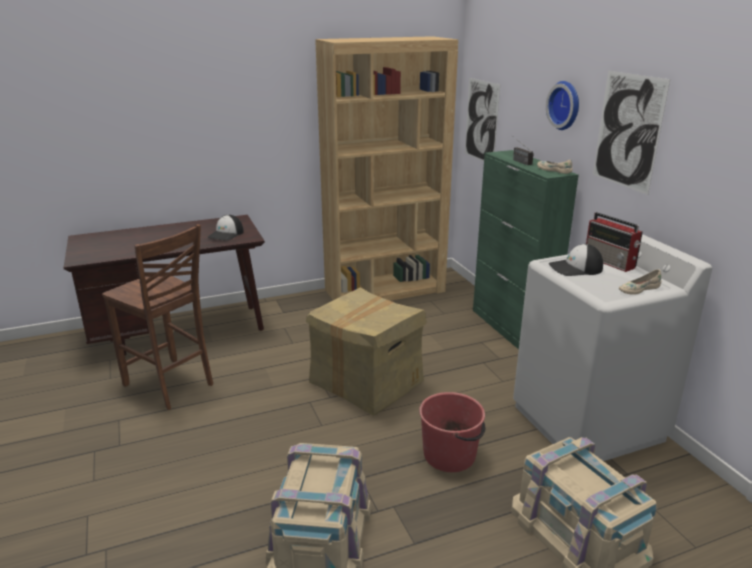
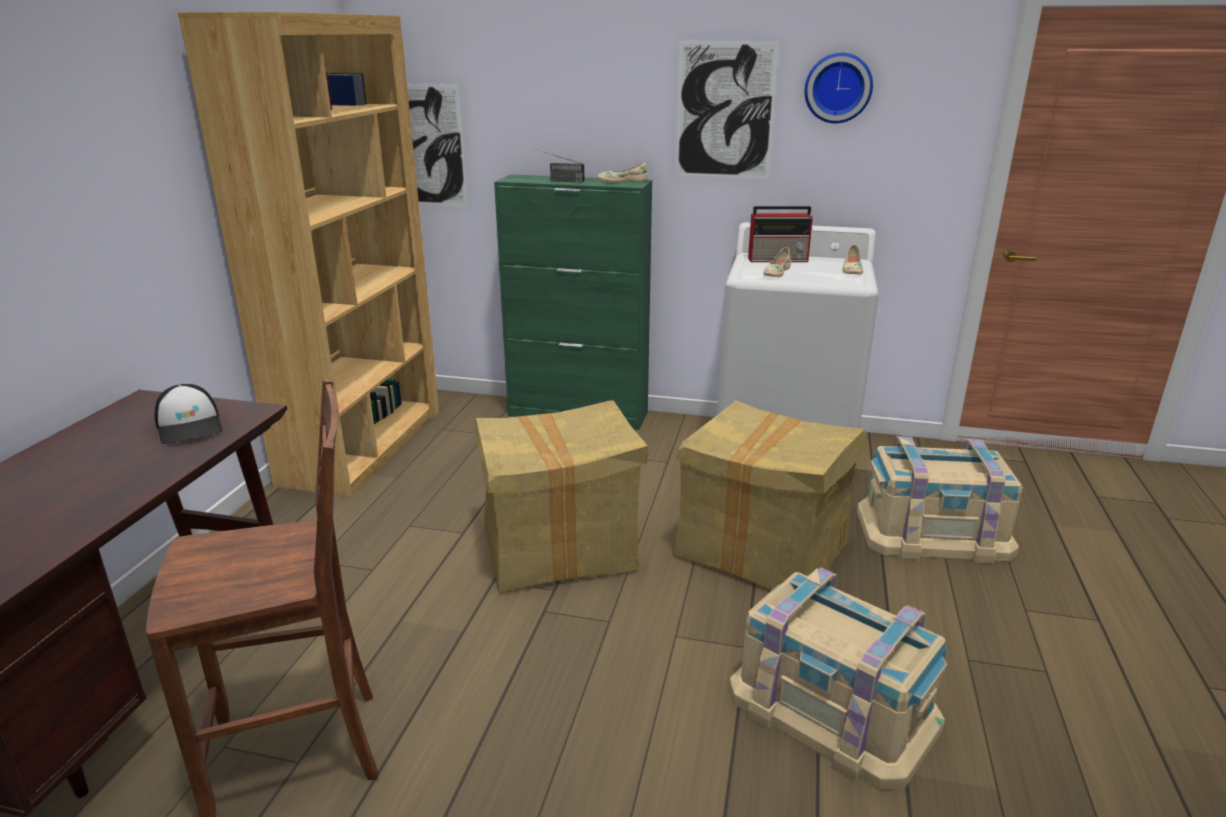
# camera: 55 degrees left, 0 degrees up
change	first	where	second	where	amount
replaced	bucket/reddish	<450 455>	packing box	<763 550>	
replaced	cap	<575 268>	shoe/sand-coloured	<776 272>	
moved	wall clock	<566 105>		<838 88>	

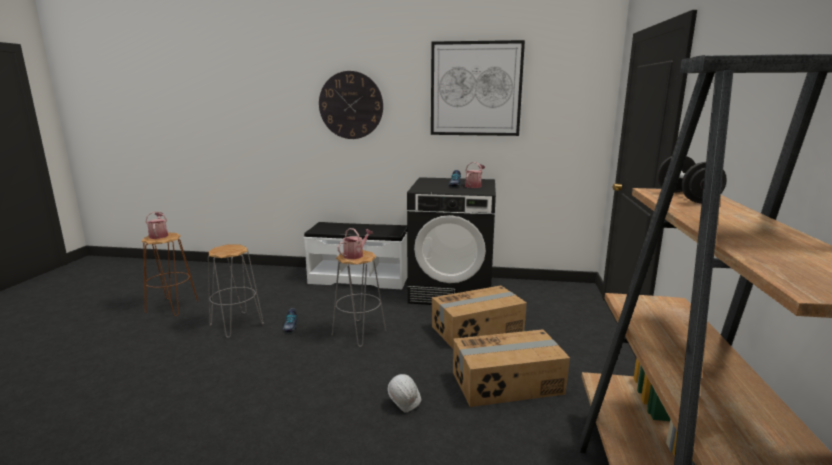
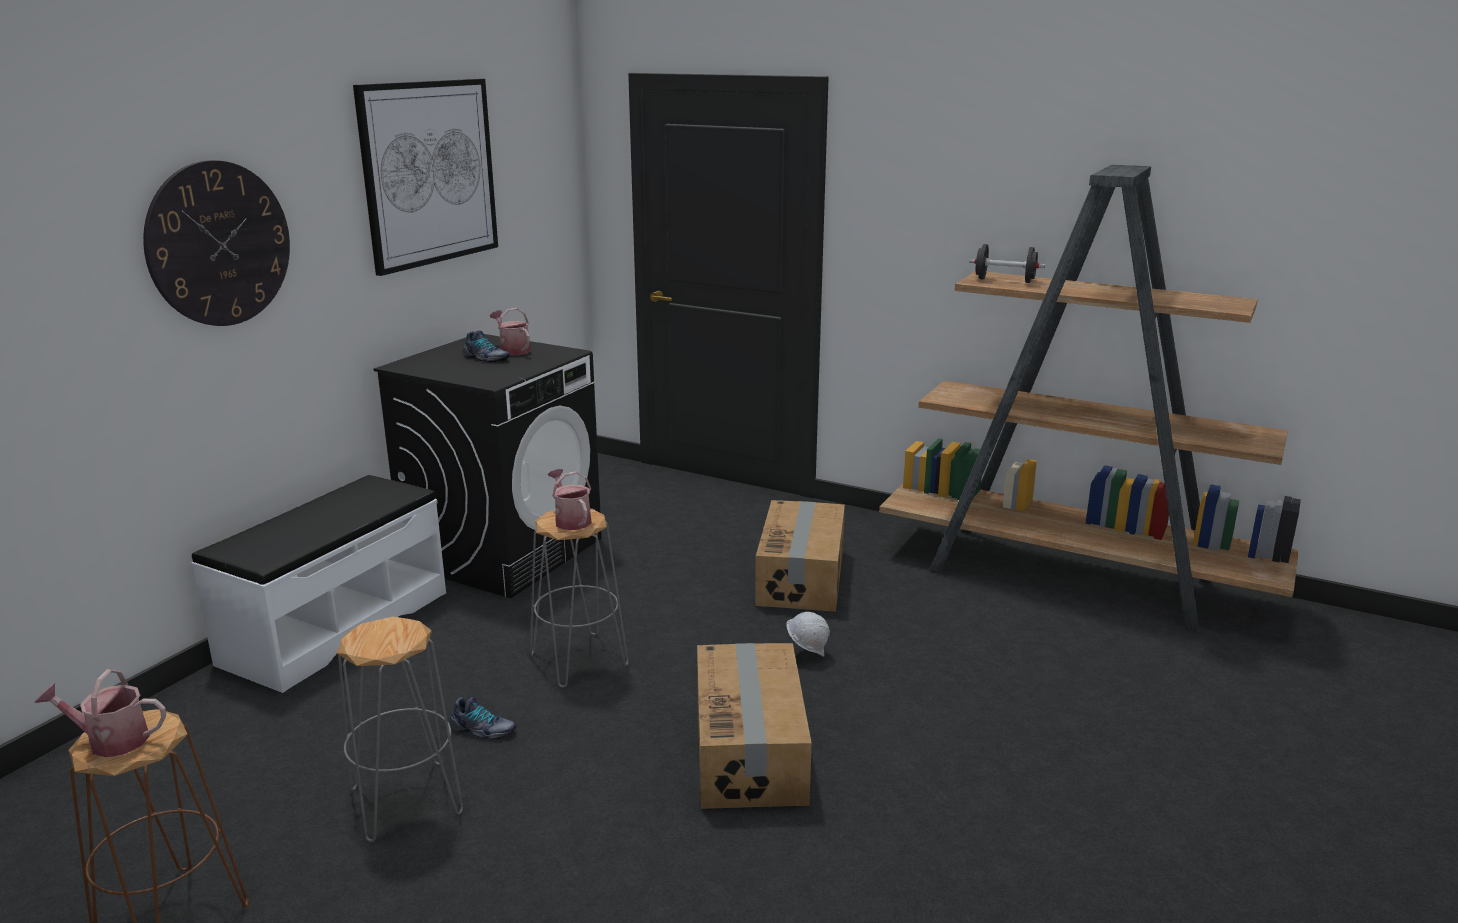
# camera: 70 degrees left, 5 degrees up
change	first	where	second	where	amount
moved	packing box	<478 330>		<751 750>	

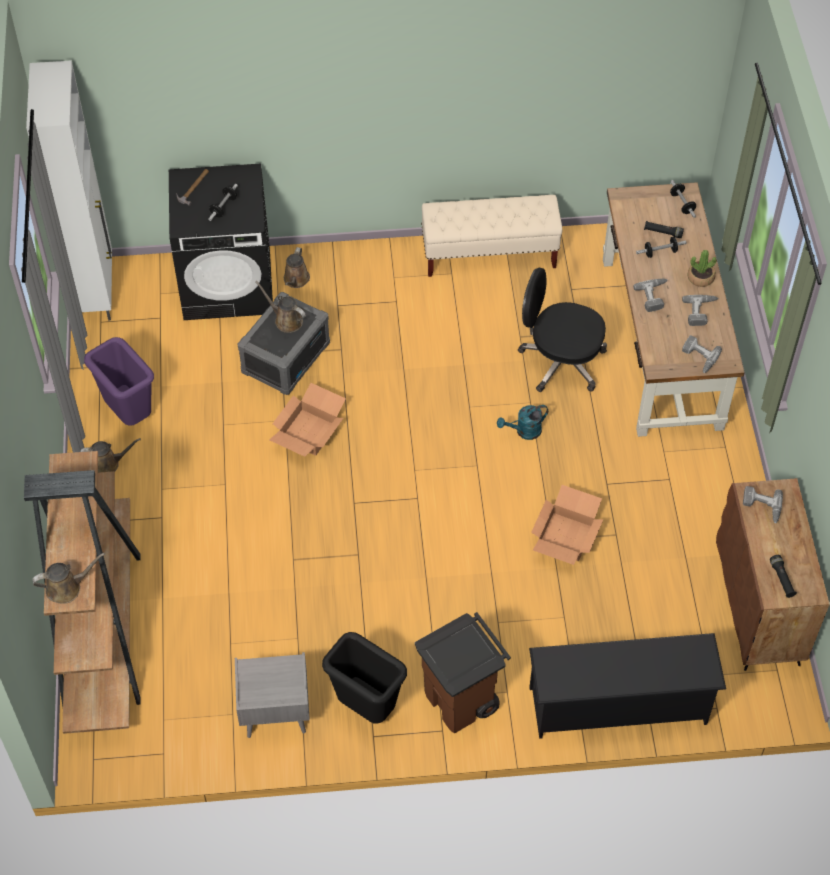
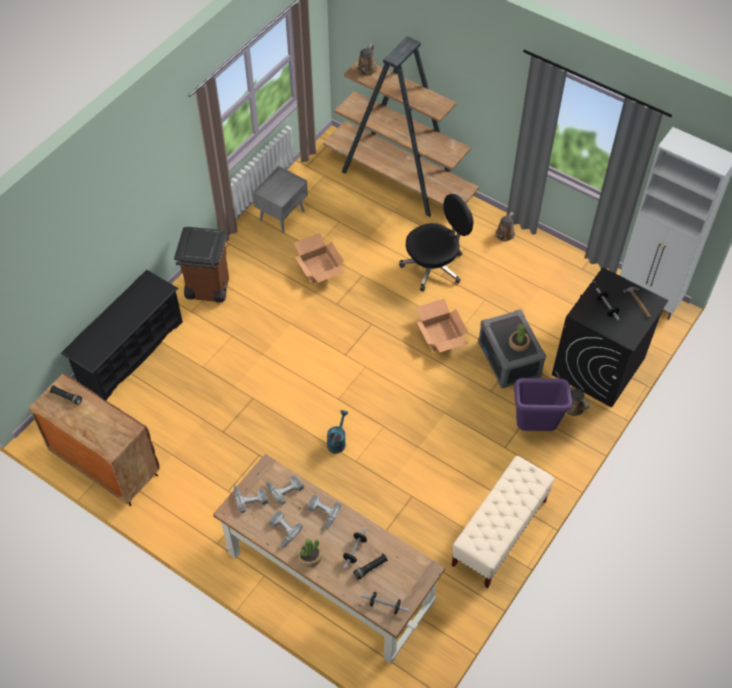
# camera: 130 degrees right, 0 degrees up
change	first	where	second	where	amount
moved	power drill	<761 507>		<284 487>	
moved	packing box	<565 535>		<320 267>	
moved	desk chair/black	<560 361>		<434 266>	
replaced	watering can/brown-coloured	<286 320>	houseplant	<518 343>	
moved	waste bin/purple-coloured	<130 415>		<534 427>	
removed	waste bin/black	<367 708>			

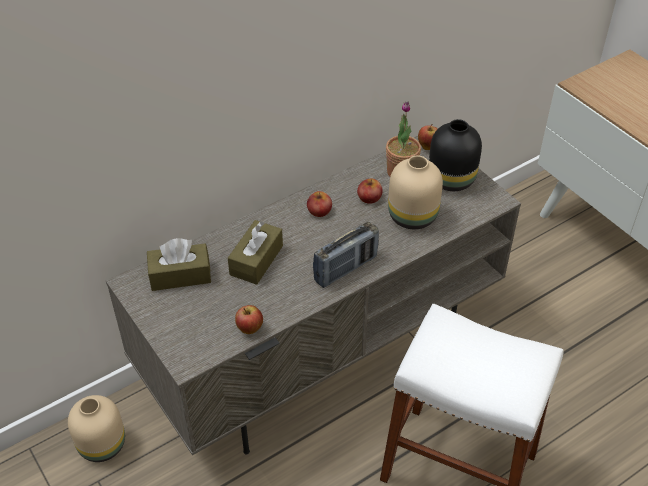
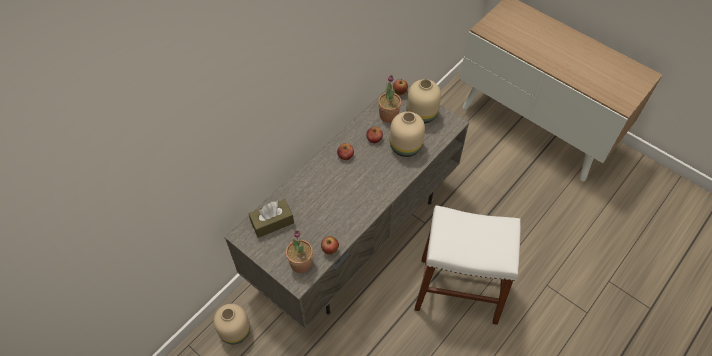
# camera: 15 degrees left, 10 degrees up
change	first	where	second	where	amount
added			houseplant	<301 263>	
recoloured	vase/black	<451 179>	vase/sand-coloured	<421 113>	
removed	tissue box/brown-coloured	<256 260>			
removed	radio	<345 269>			

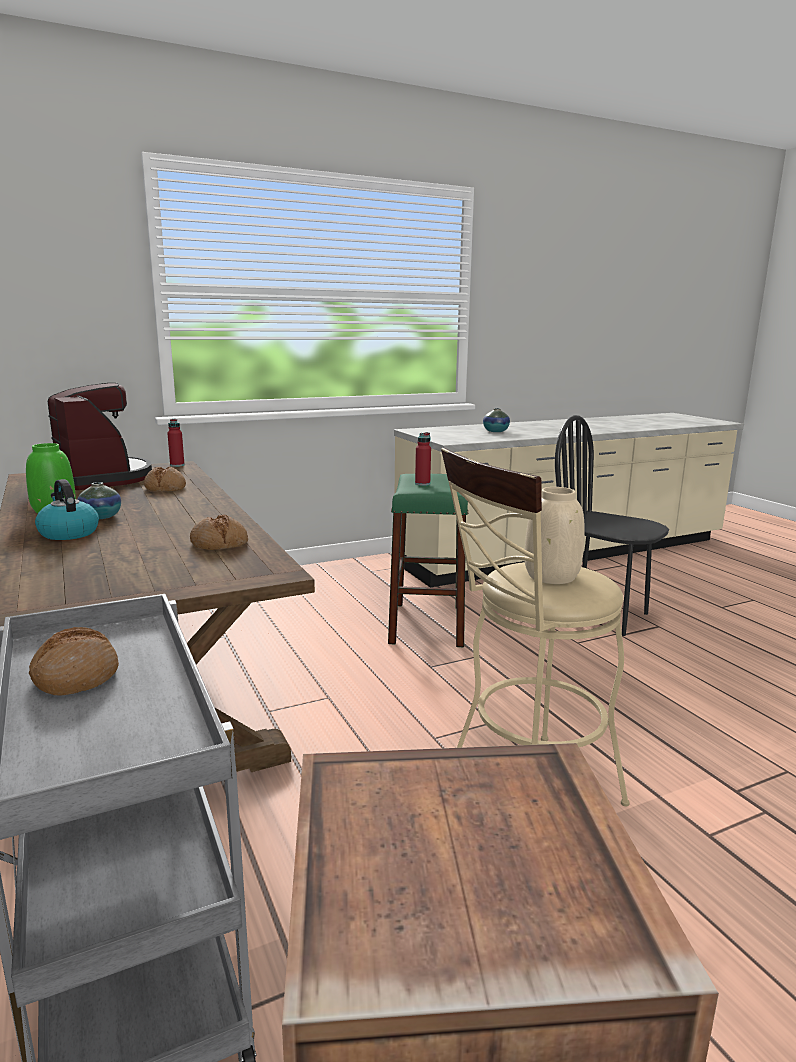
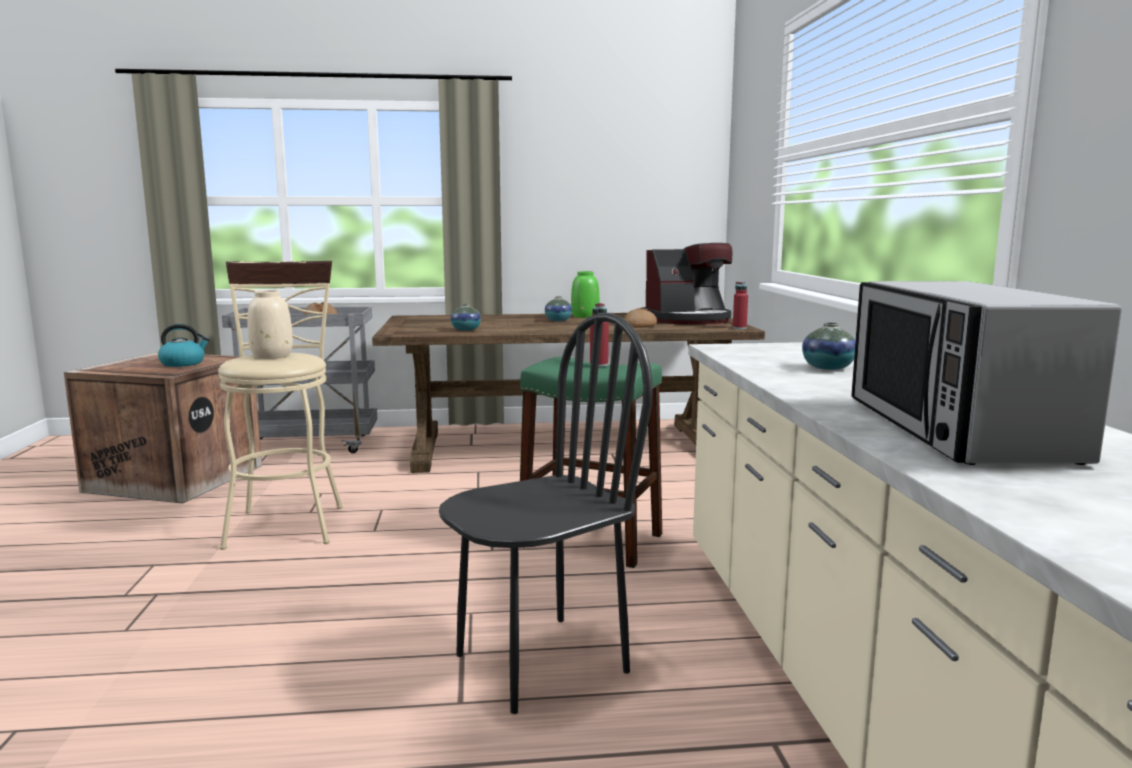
# camera: 110 degrees right, 5 degrees down
change	first	where	second	where	amount
moved	tea kettle	<68 533>		<183 363>	
replaced	baked bread	<219 543>	vase	<466 330>	
added			microwave oven	<954 429>	

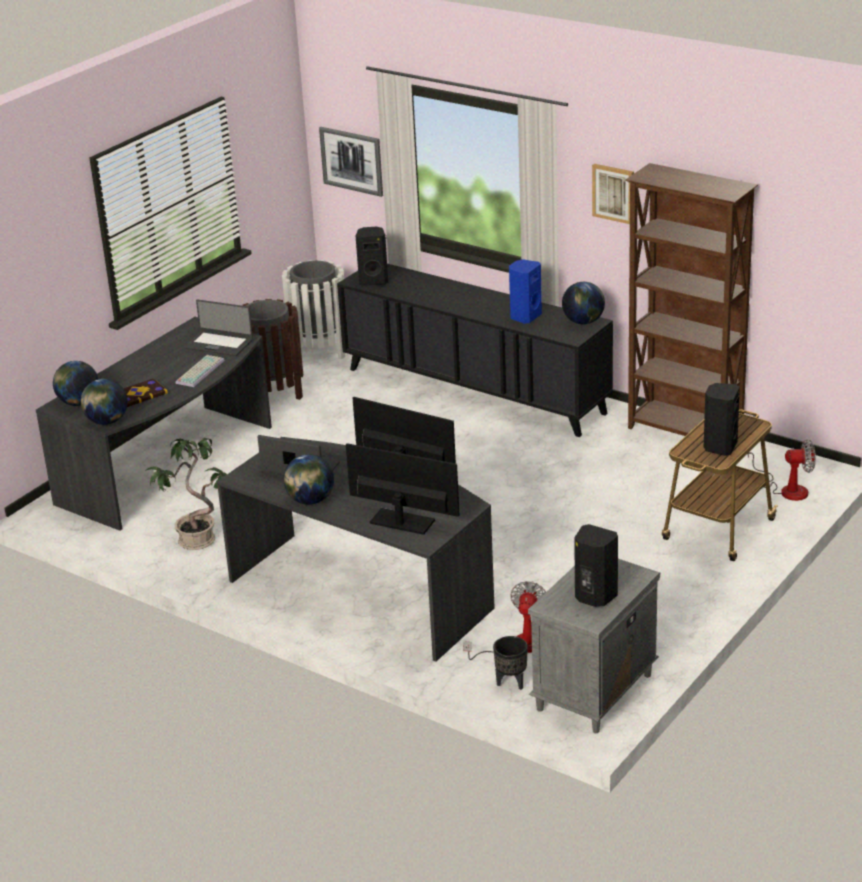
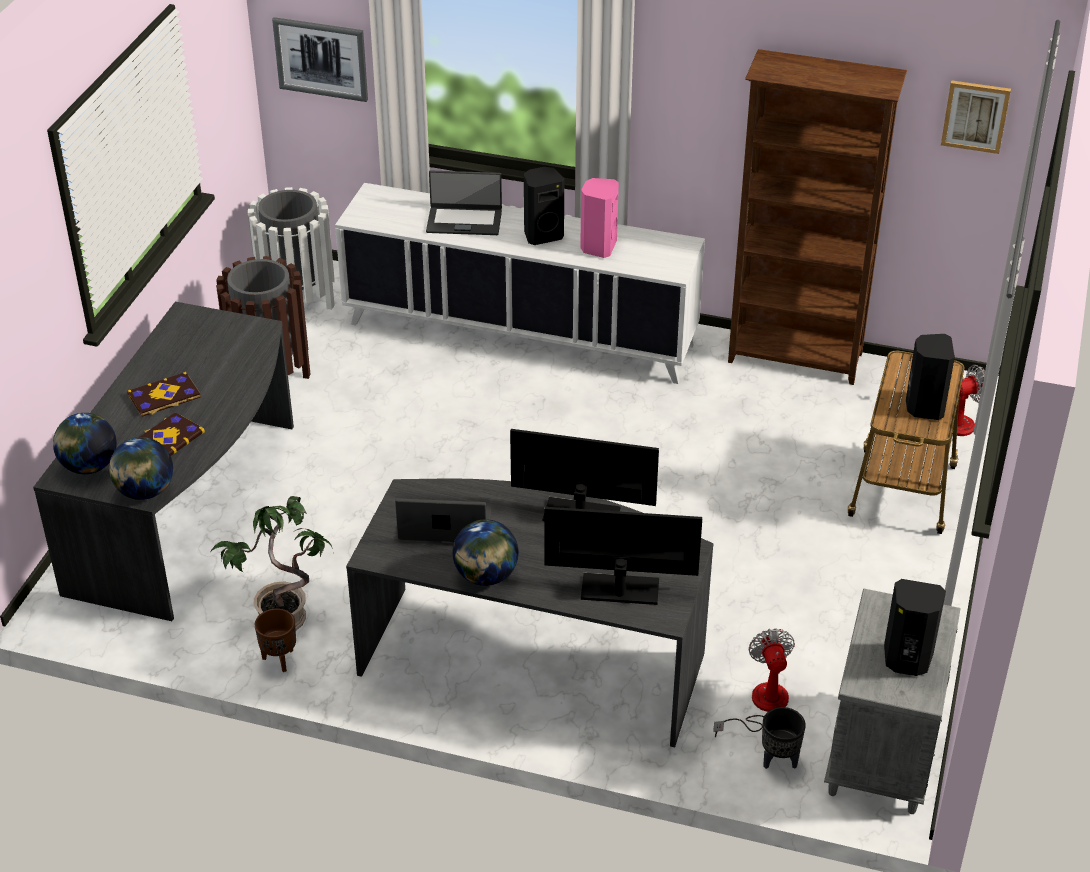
# camera: 20 degrees left, 10 degrees up
change	first	where	second	where	amount
added			book	<164 397>	
added			flower pot/brown-coloured	<279 659>	
recoloured	cabinet/black	<474 390>	cabinet/white-coloured	<520 333>	
moved	laptop	<219 344>		<464 221>	
moved	loudspeaker/black	<373 281>		<542 235>	
recoloured	loudspeaker/blue-coloured	<524 317>	loudspeaker/pink-coloured	<598 247>	
moved	picture	<613 193>		<975 116>	
removed	PC keyboard	<199 371>			
removed	globe	<583 322>			

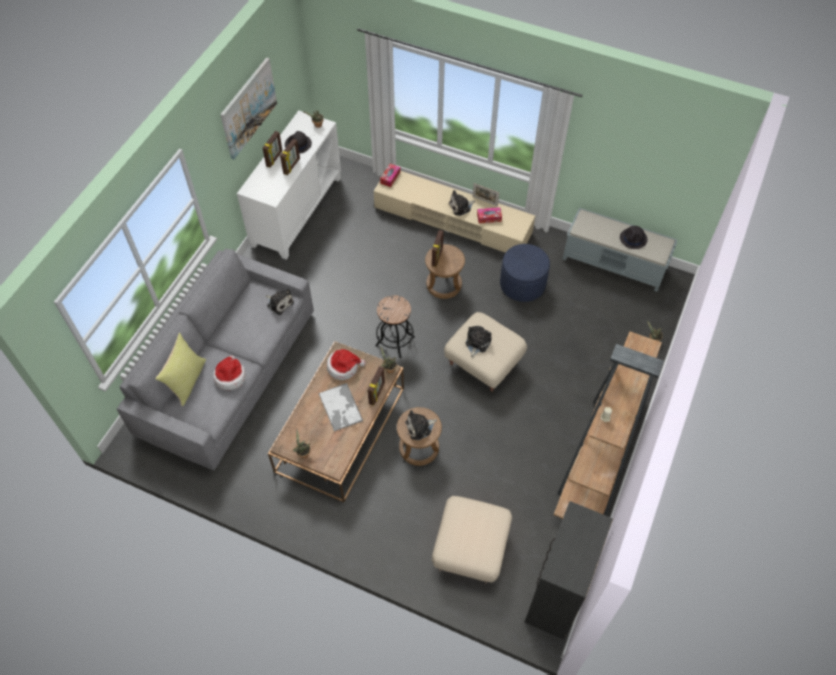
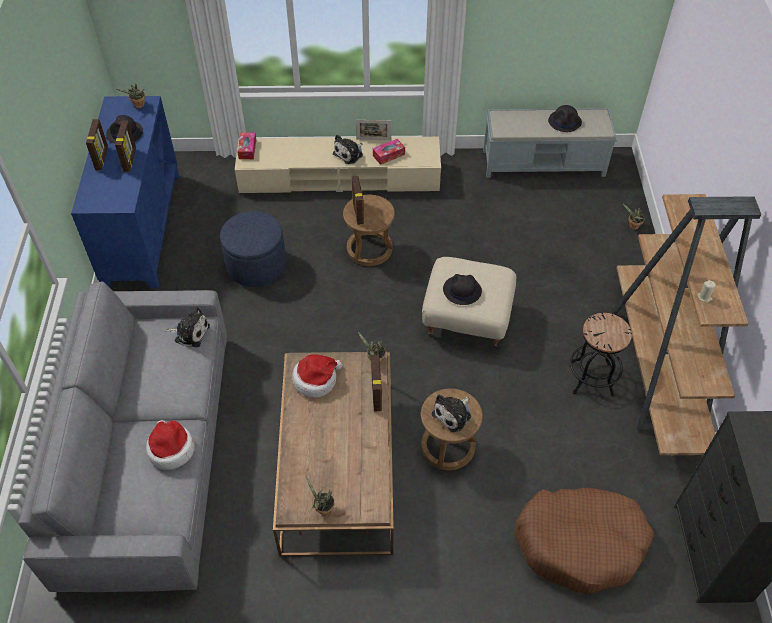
# camera: 25 degrees left, 5 degrees down
change	first	where	second	where	amount
recoloured	cabinet/white-coloured	<296 211>	cabinet/blue-coloured	<141 228>	
moved	footrest/blue-coloured	<522 284>		<256 265>	
replaced	soft toy	<477 343>	wearable hat/black	<462 290>	
replaced	footrest/sand-coloured	<470 549>	pet bed/brown-coloured	<580 543>	
moved	stool seat/black	<395 341>		<592 378>	
removed	cushion/yellowish	<187 381>			
removed	picture	<248 108>			
removed	carrying tray	<340 408>			

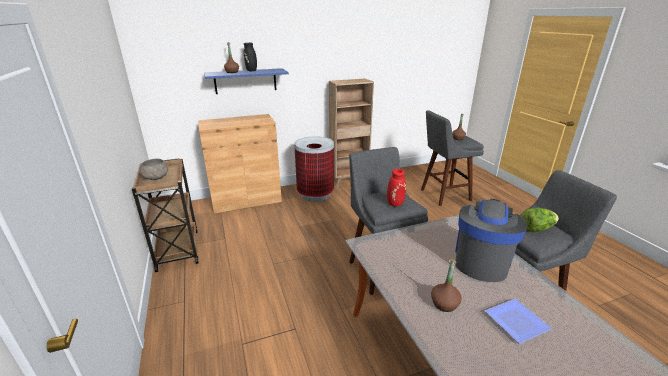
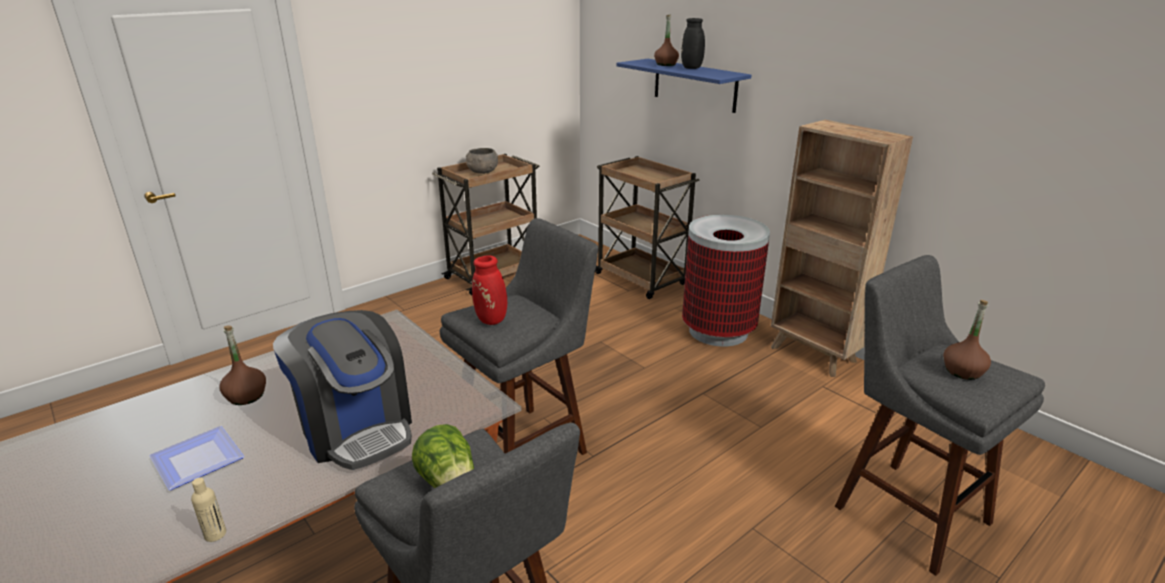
# camera: 70 degrees right, 0 degrees up
change	first	where	second	where	amount
added			drink bottle/sand-coloured	<215 534>	
turned	coffee machine	<481 260>		<356 429>	45 degrees clockwise
replaced	cabinet/brown-coloured	<246 200>	cart/brown-coloured	<642 280>	

